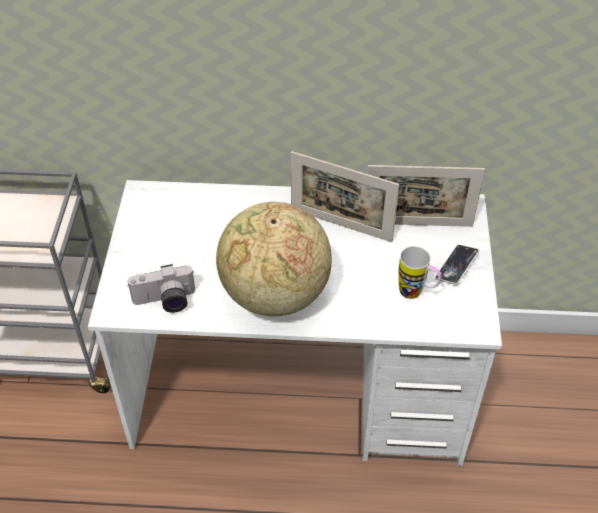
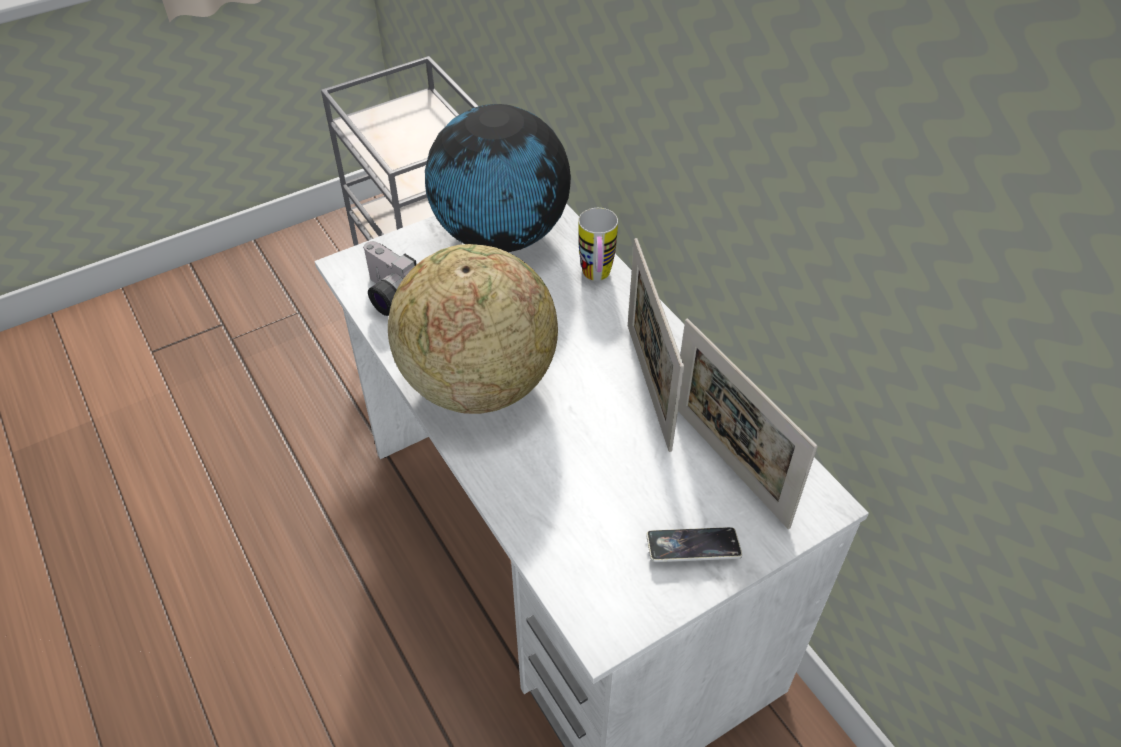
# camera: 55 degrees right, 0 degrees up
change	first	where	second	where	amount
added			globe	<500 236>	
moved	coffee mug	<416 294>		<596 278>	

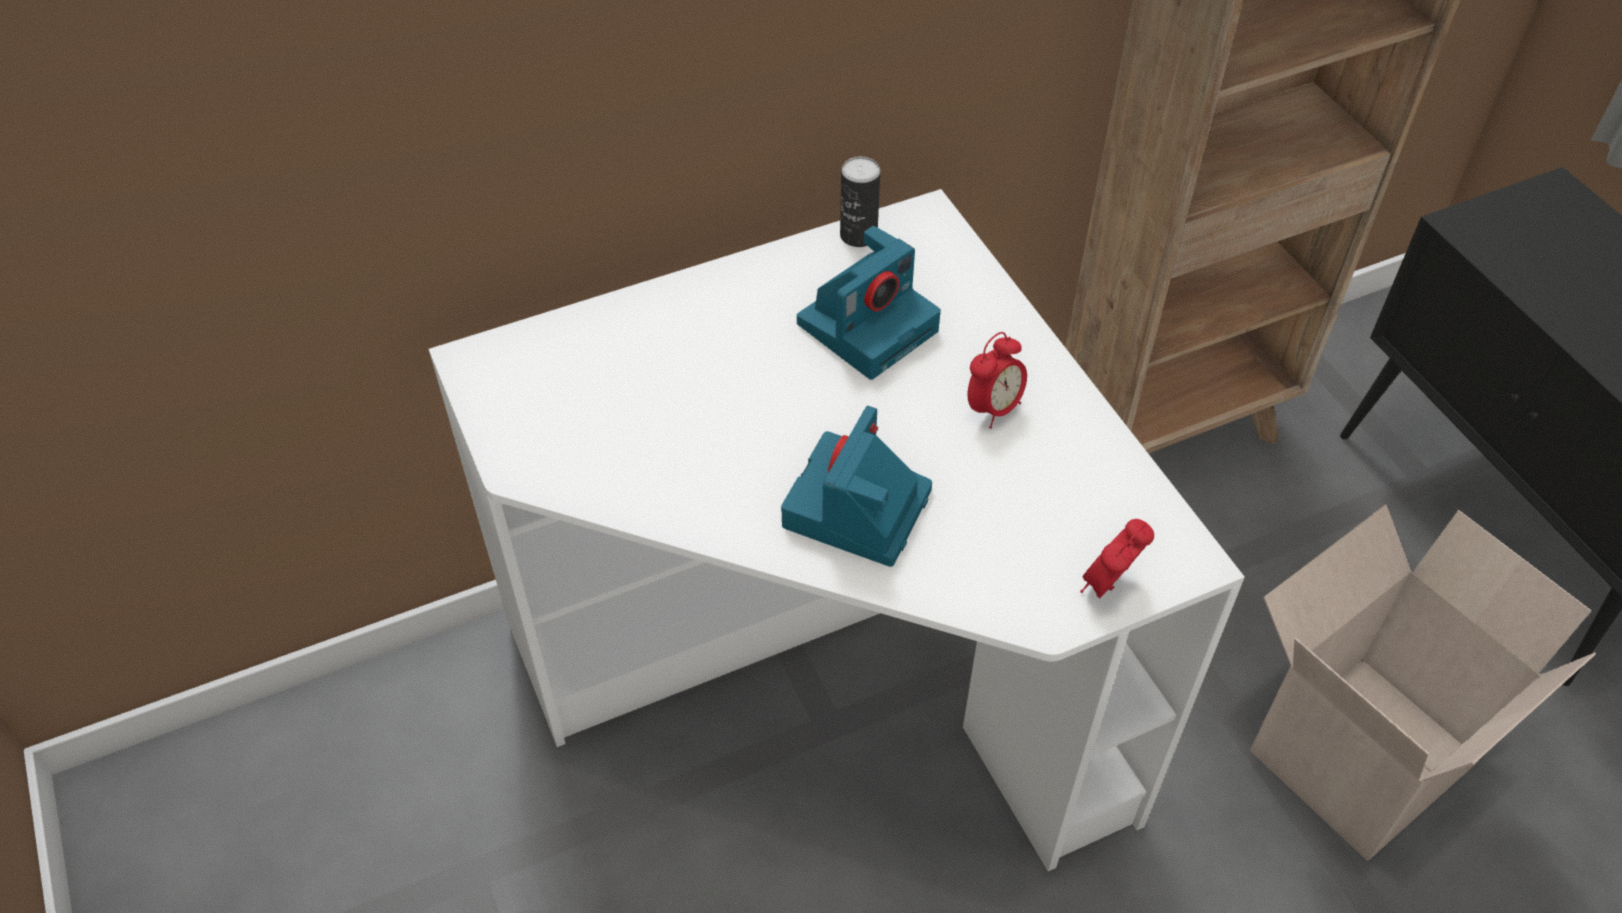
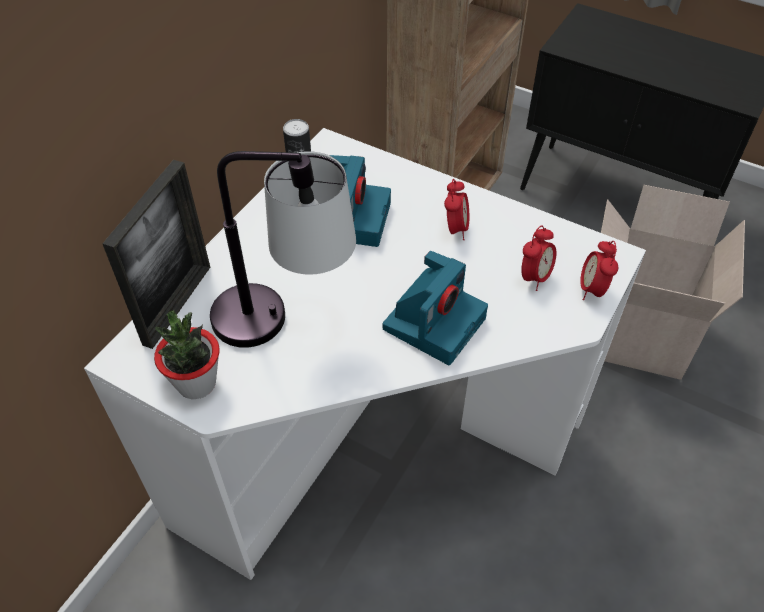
# camera: 35 degrees left, 0 degrees up
change	first	where	second	where	amount
added			picture frame	<177 304>	
added			houseplant	<196 383>	
added			table lamp	<284 321>	
turned	photo camera	<857 511>		<434 321>	135 degrees counterclockwise
added			alarm clock	<534 277>	

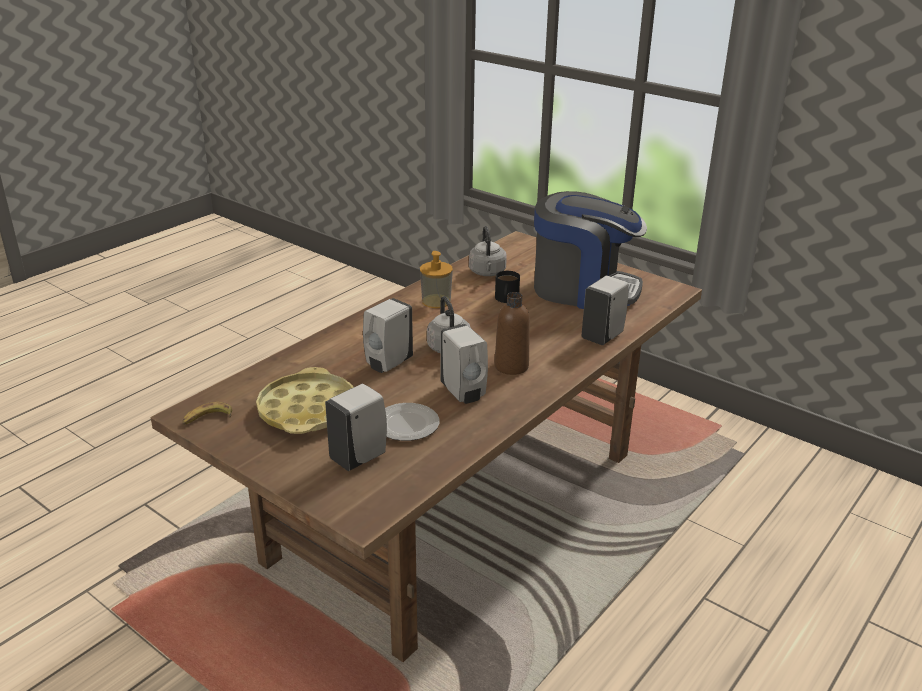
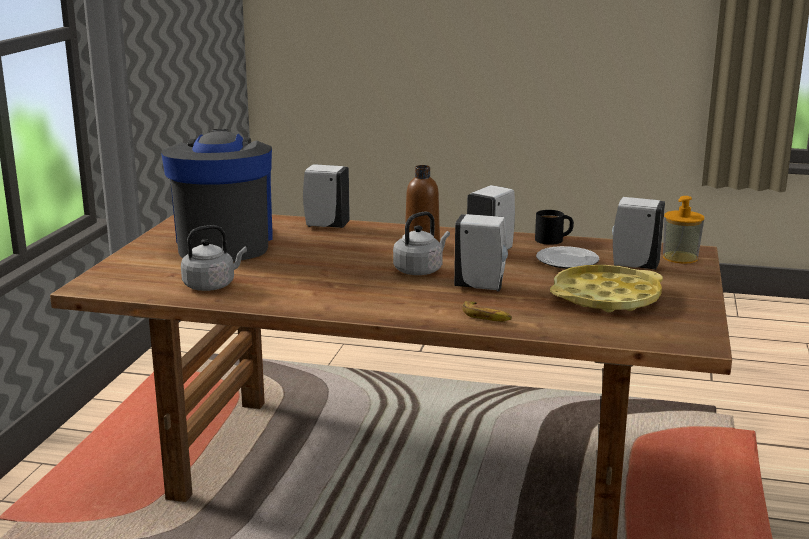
# camera: 115 degrees left, 10 degrees down
change	first	where	second	where	amount
moved	banana	<207 419>		<486 316>	
moved	coffee mug/black	<506 300>		<554 239>	
moved	liquid soap bottle	<436 301>		<680 257>	

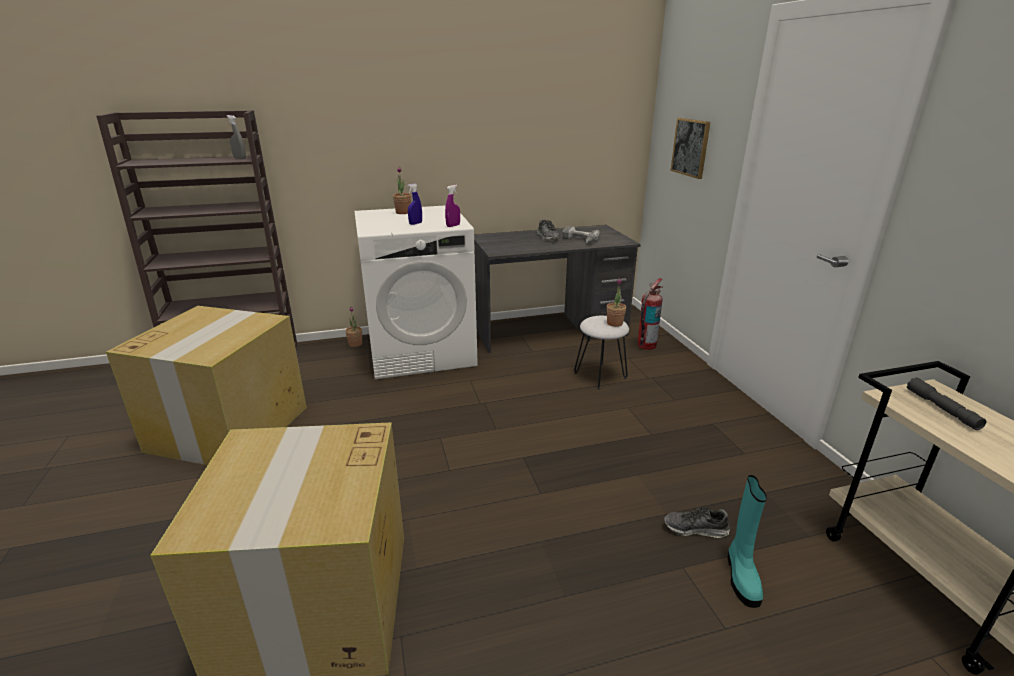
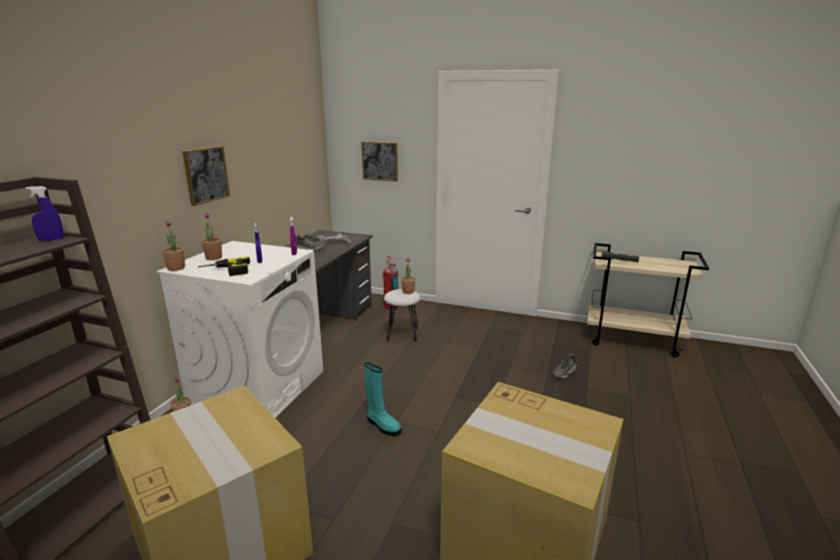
# camera: 55 degrees left, 5 degrees down
change	first	where	second	where	amount
recoloured	hand sprayer/gray	<240 158>	hand sprayer/blue-coloured	<51 240>	
added			houseplant	<176 268>	
added			picture	<206 175>	
added			power drill	<226 271>	
moved	boot/turquoise	<741 576>		<382 425>	

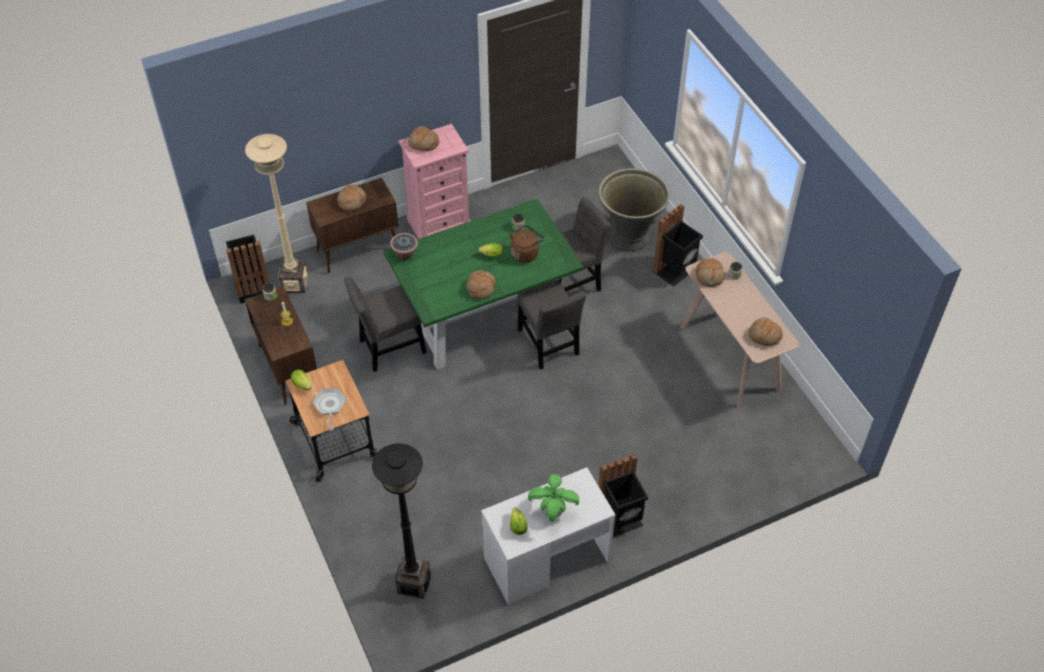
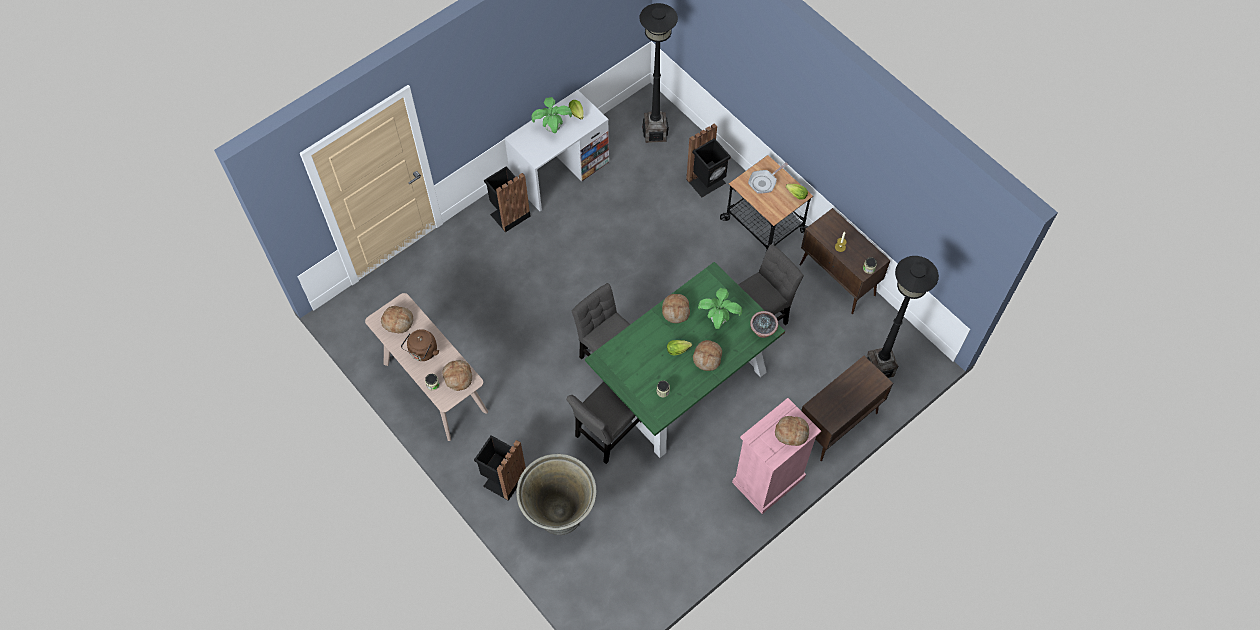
# camera: 165 degrees right, 10 degrees up
change	first	where	second	where	amount
moved	tea kettle/brown-coloured	<525 253>		<422 352>	
moved	waste bin/black	<252 288>		<707 182>	
moved	baked bread	<352 201>		<707 358>	
added			houseplant	<718 320>	
turned	frying pan	<330 406>		<764 182>	75 degrees clockwise
recoloured	floor lamp/sand-coloured	<294 284>	floor lamp/black	<879 369>	

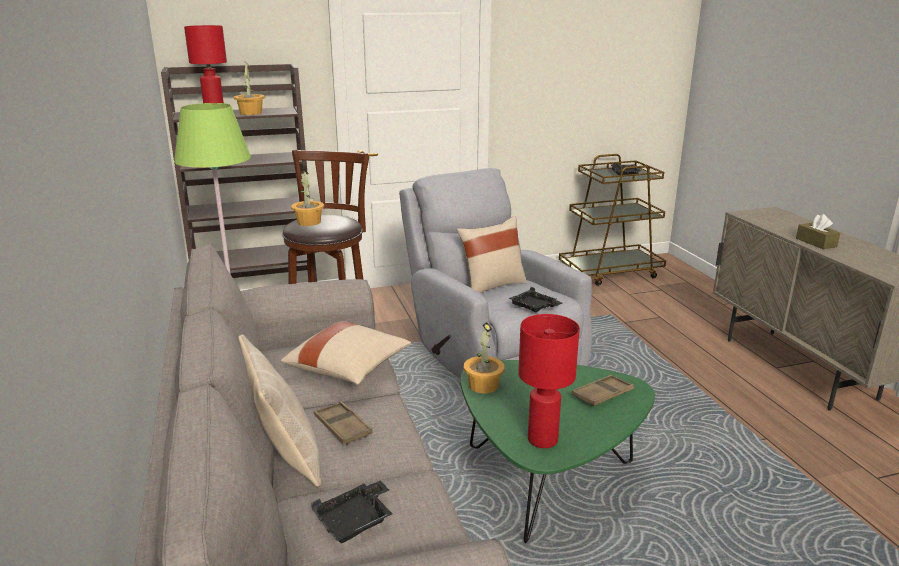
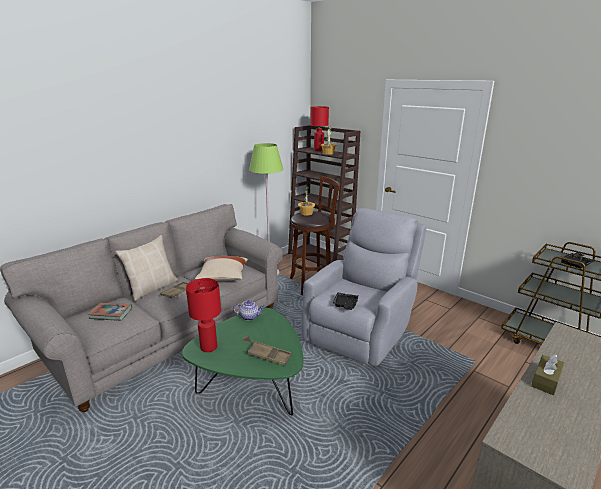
# camera: 60 degrees right, 0 degrees up
change	first	where	second	where	amount
replaced	carrying tray/black	<355 521>	book	<111 313>	
replaced	houseplant	<483 385>	teapot	<249 317>	
removed	cushion/sand-coloured	<491 286>			

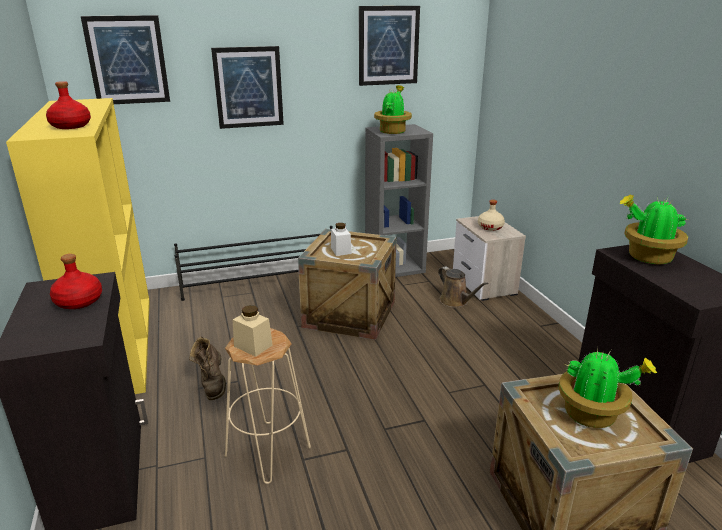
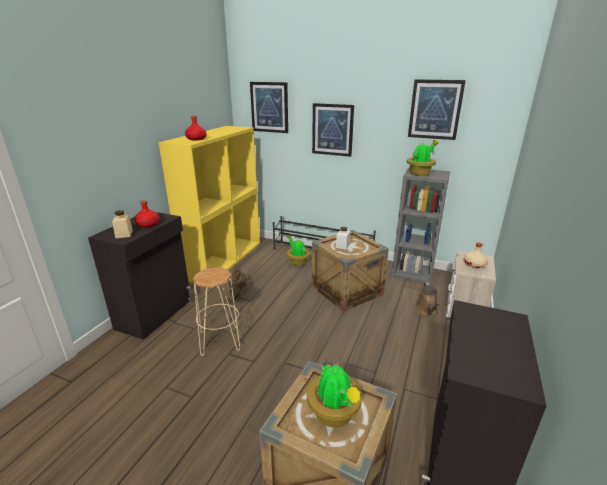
# camera: 40 degrees right, 0 degrees up
change	first	where	second	where	amount
moved	jar/sand-coloured	<253 346>		<124 234>	
moved	houseplant	<647 257>		<297 262>	

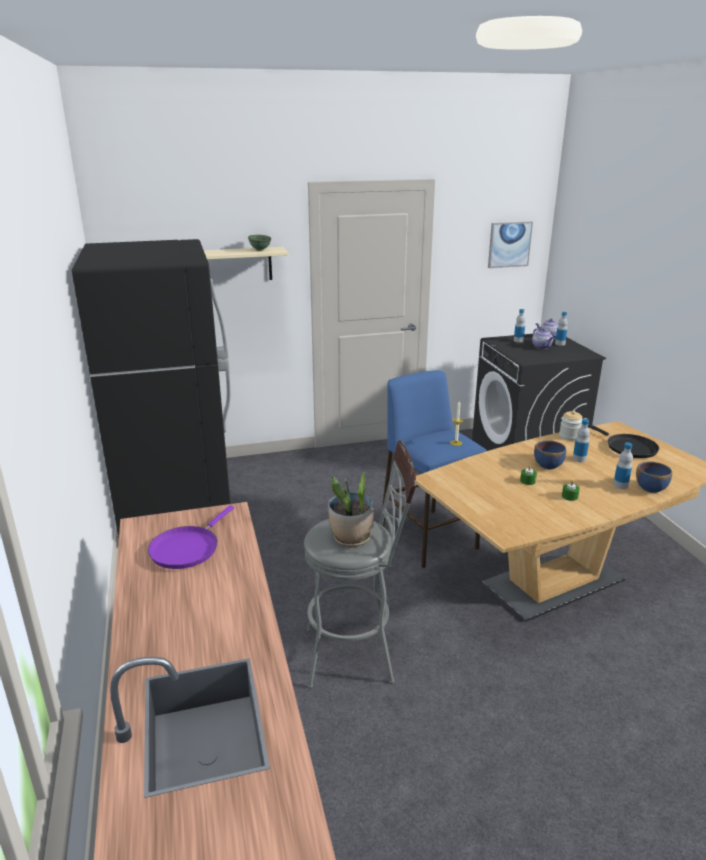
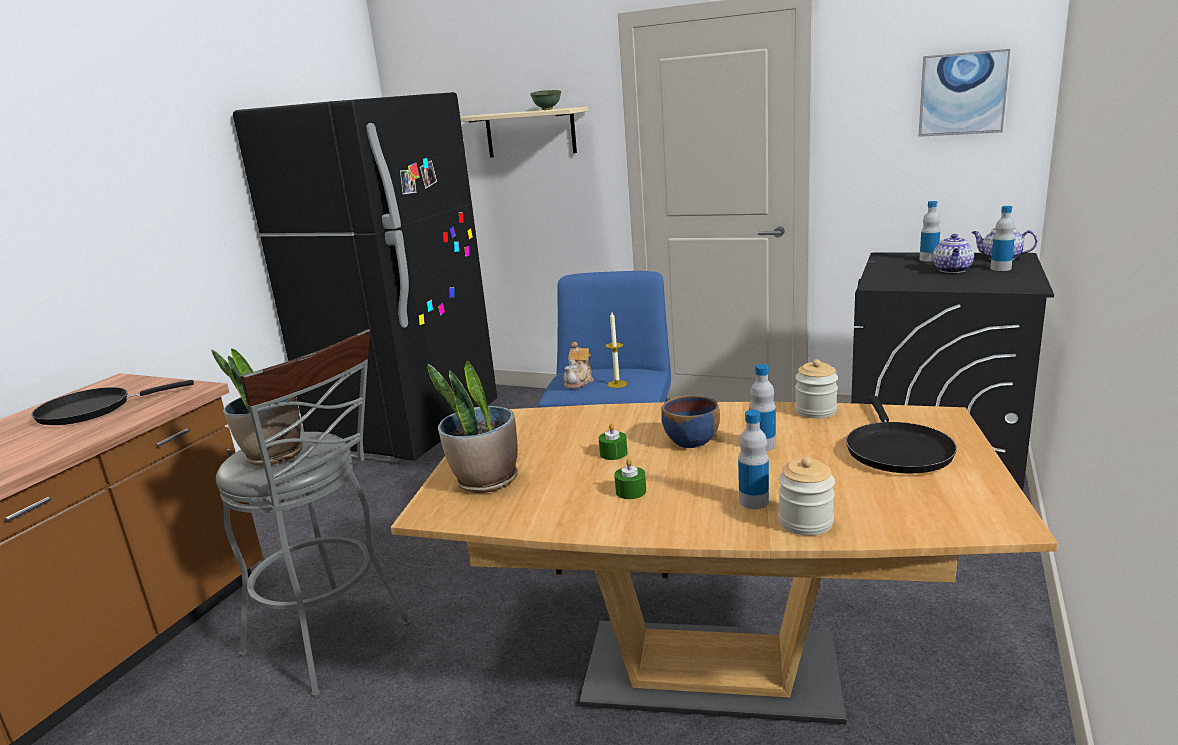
# camera: 40 degrees right, 5 degrees down
change	first	where	second	where	amount
recoloured	frying pan/purple-coloured	<187 548>	frying pan/black	<92 410>	
added			houseplant	<485 481>	
added			teapot	<579 381>	
replaced	serving bowl/blue-coloured	<651 488>	jar	<805 522>	

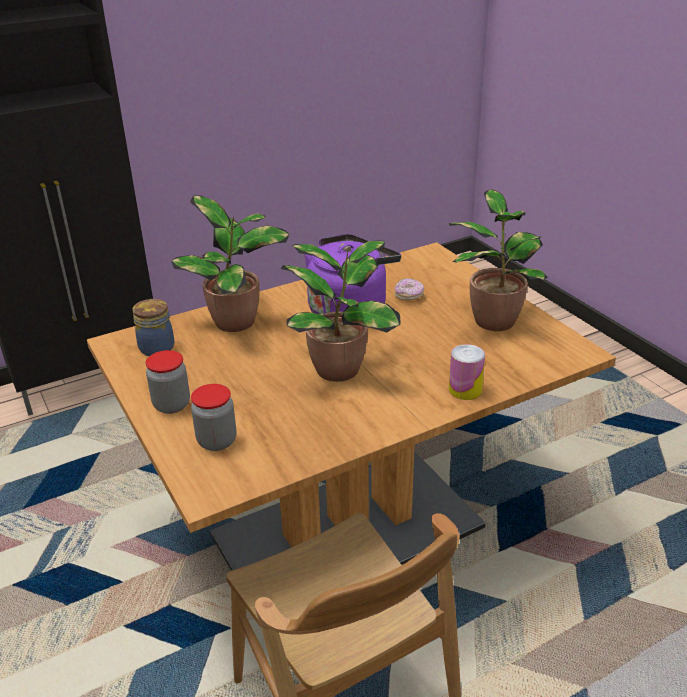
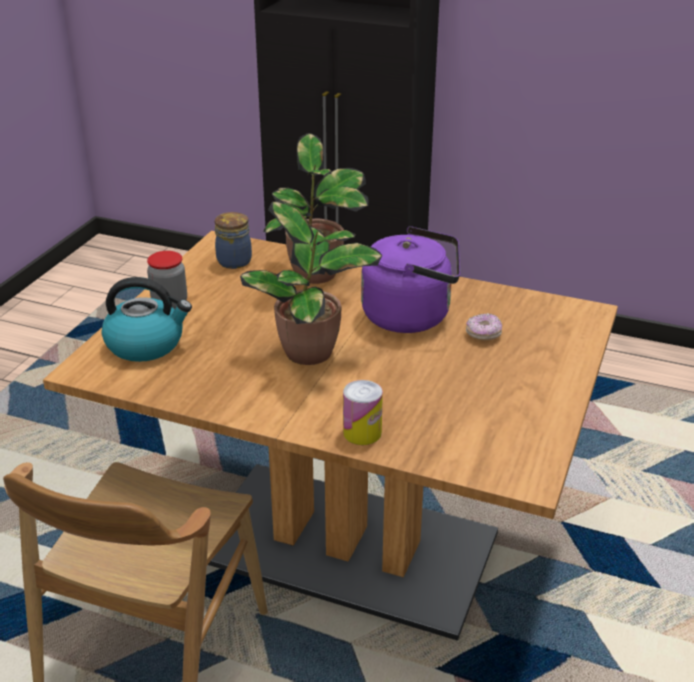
# camera: 50 degrees right, 0 degrees up
change	first	where	second	where	amount
replaced	jar	<217 441>	tea kettle	<146 344>	
removed	houseplant	<493 319>			

